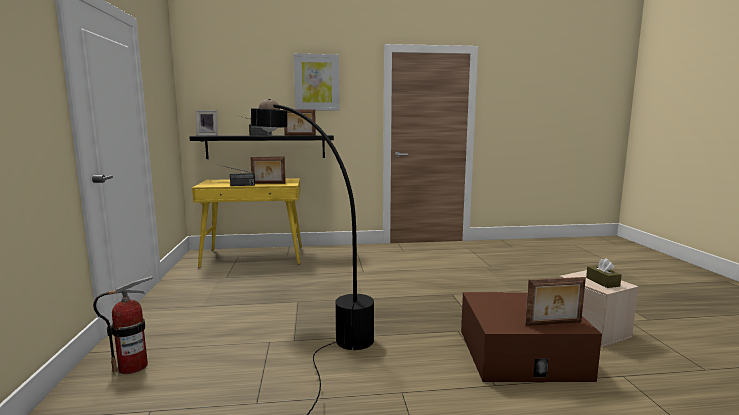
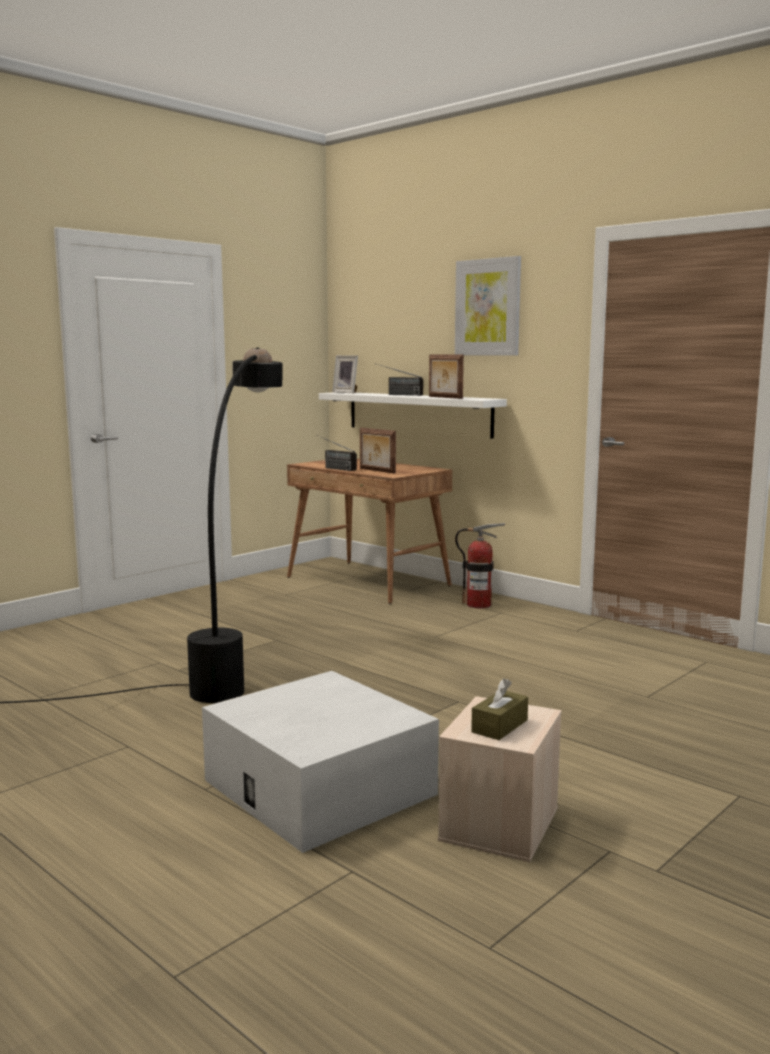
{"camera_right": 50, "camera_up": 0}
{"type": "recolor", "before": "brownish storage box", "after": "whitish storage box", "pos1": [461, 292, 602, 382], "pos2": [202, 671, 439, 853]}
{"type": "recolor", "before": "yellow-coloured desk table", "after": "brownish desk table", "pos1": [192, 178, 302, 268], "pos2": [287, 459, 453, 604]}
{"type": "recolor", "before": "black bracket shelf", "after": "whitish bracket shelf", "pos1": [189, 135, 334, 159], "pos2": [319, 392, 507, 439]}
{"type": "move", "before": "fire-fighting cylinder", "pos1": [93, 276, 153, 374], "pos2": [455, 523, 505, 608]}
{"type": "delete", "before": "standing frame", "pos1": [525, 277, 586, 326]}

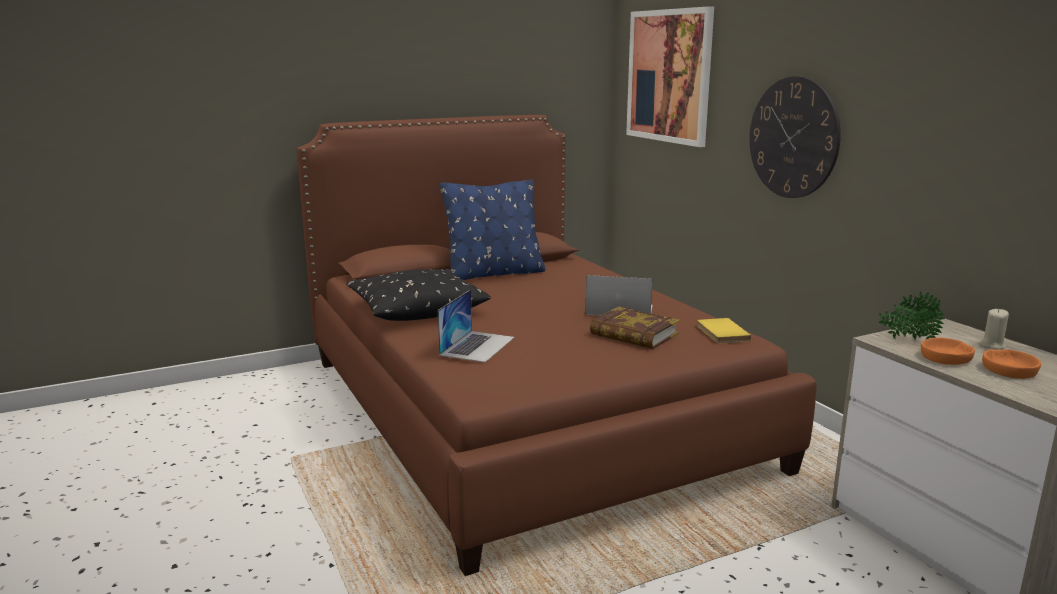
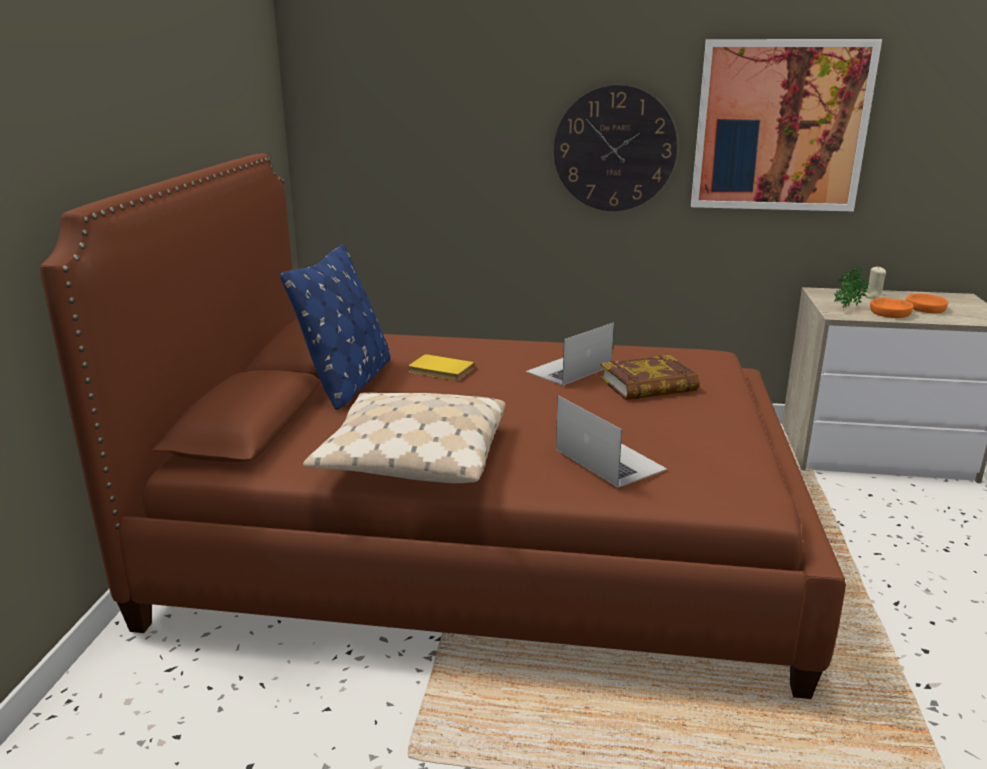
{"camera_right": -55, "camera_up": 5}
{"type": "recolor", "before": "black pillow", "after": "beige-coloured pillow", "pos1": [346, 269, 491, 321], "pos2": [303, 393, 505, 483]}
{"type": "move", "before": "yellow-coloured book", "pos1": [697, 318, 751, 344], "pos2": [408, 354, 475, 381]}
{"type": "move", "before": "wall art", "pos1": [626, 6, 714, 147], "pos2": [691, 39, 882, 212]}

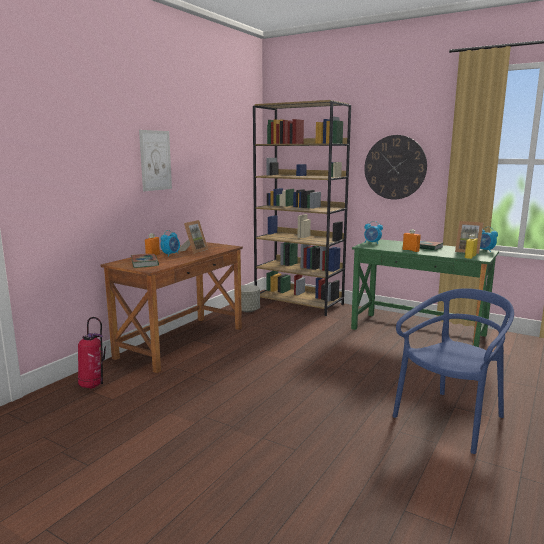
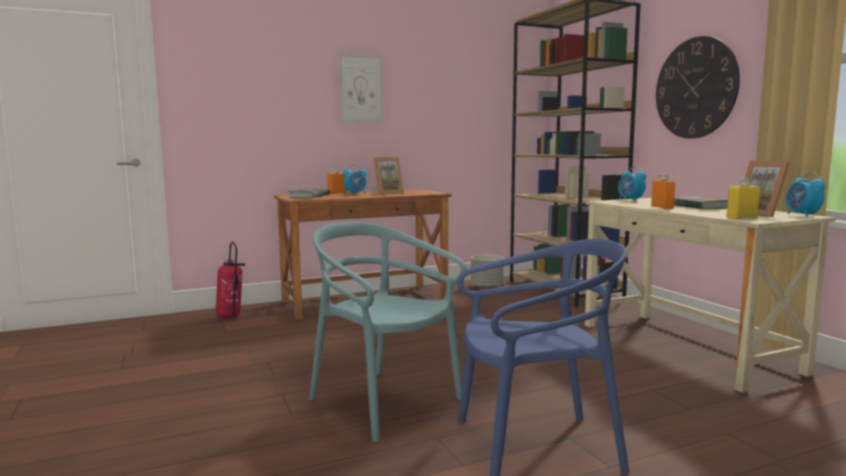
{"camera_right": 35, "camera_up": -5}
{"type": "insert", "after": "turquoise-coloured plain chair", "pos2": [309, 222, 467, 442]}
{"type": "recolor", "before": "green desk table", "after": "beige-coloured desk table", "pos1": [351, 239, 499, 347], "pos2": [585, 198, 836, 393]}

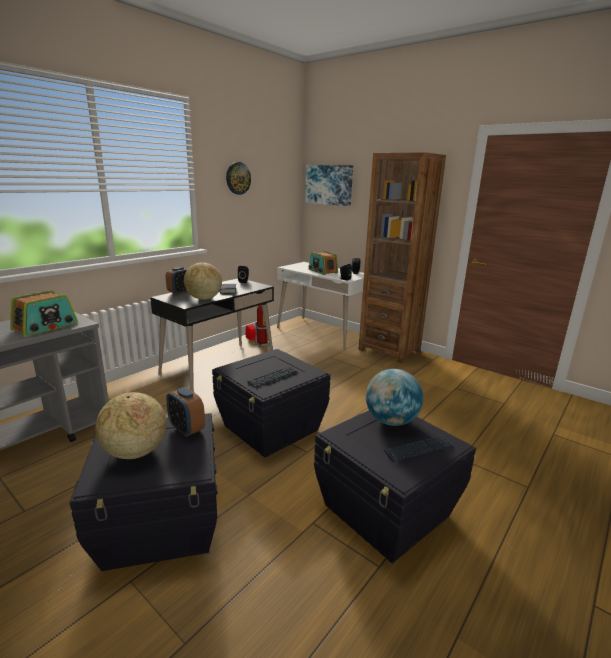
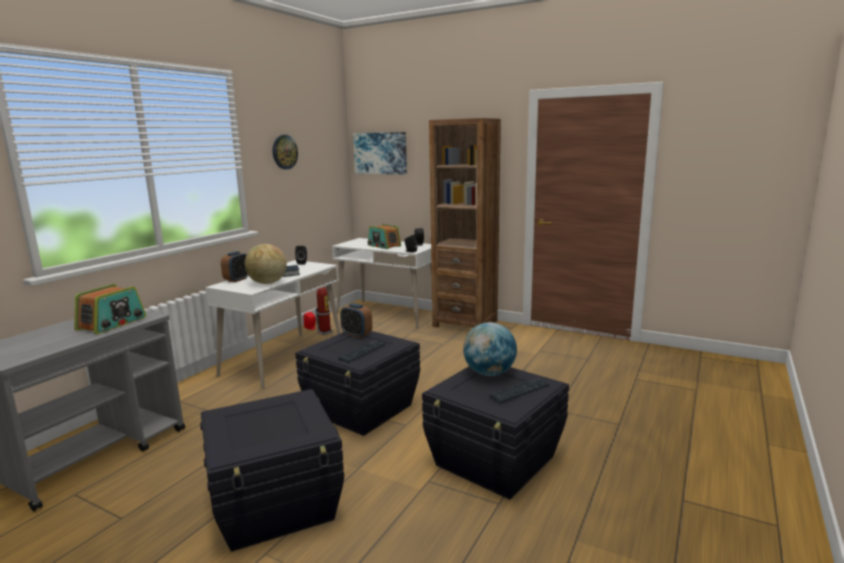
{"camera_right": -10, "camera_up": -5}
{"type": "recolor", "before": "black desk table", "after": "whitish desk table", "pos1": [150, 279, 274, 392], "pos2": [205, 260, 341, 389]}
{"type": "move", "before": "table clock", "pos1": [166, 387, 205, 437], "pos2": [340, 303, 372, 338]}
{"type": "delete", "before": "globe", "pos1": [95, 392, 166, 459]}

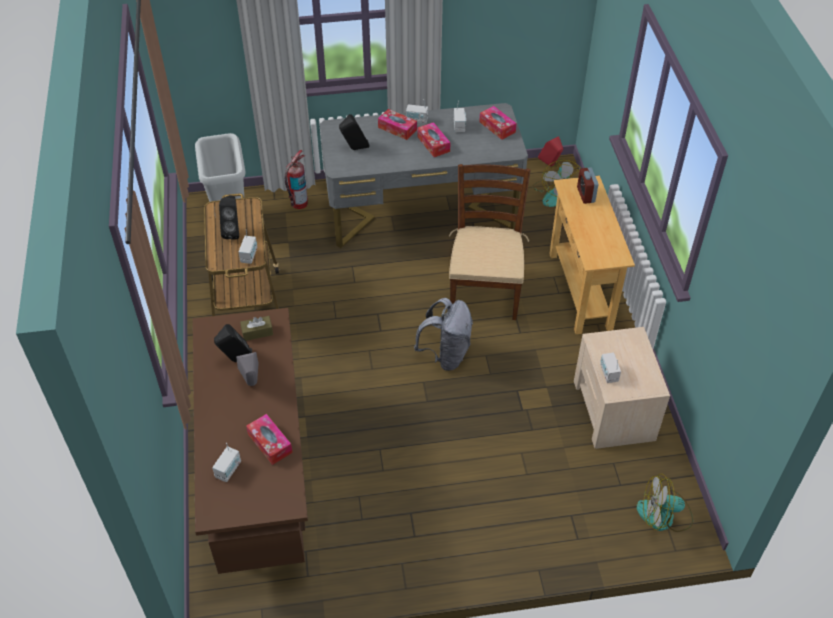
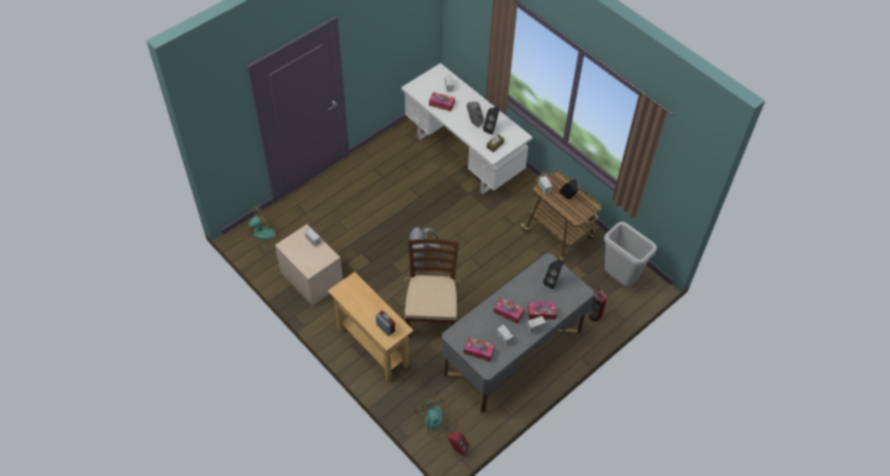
{"camera_right": 145, "camera_up": 5}
{"type": "recolor", "before": "brownish desk table", "after": "whitish desk table", "pos1": [193, 308, 308, 574], "pos2": [401, 63, 533, 194]}
{"type": "rotate", "before": "brownish plain chair", "pos1": [449, 164, 531, 320], "pos2": [404, 239, 461, 337], "turn": -150}

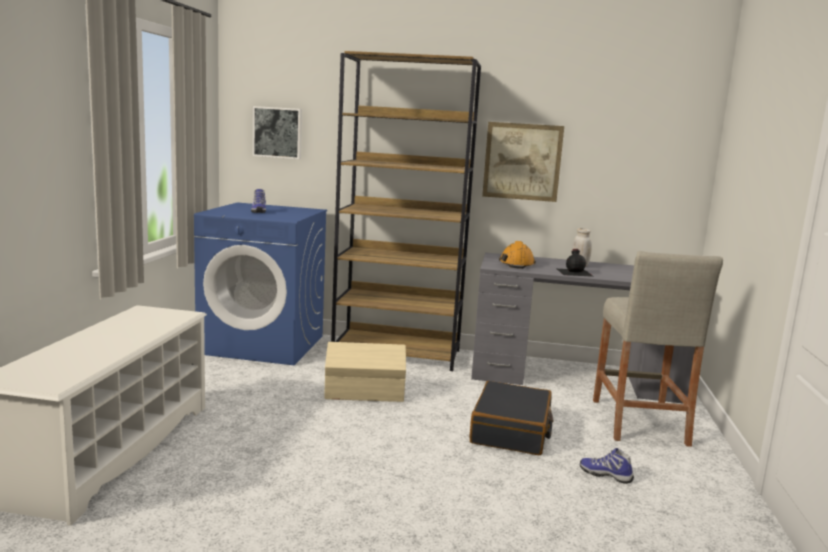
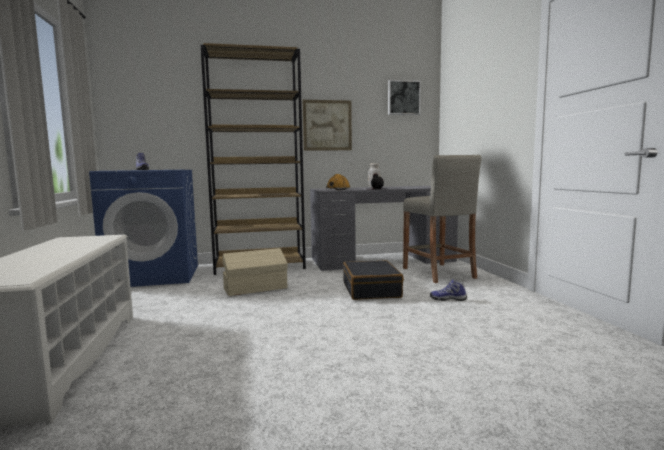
{"camera_right": -20, "camera_up": -5}
{"type": "move", "before": "wall art", "pos1": [253, 106, 302, 159], "pos2": [388, 80, 421, 115]}

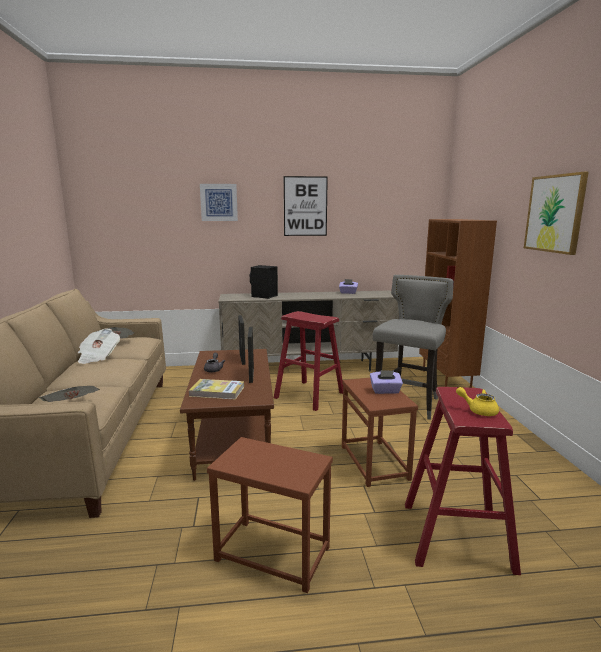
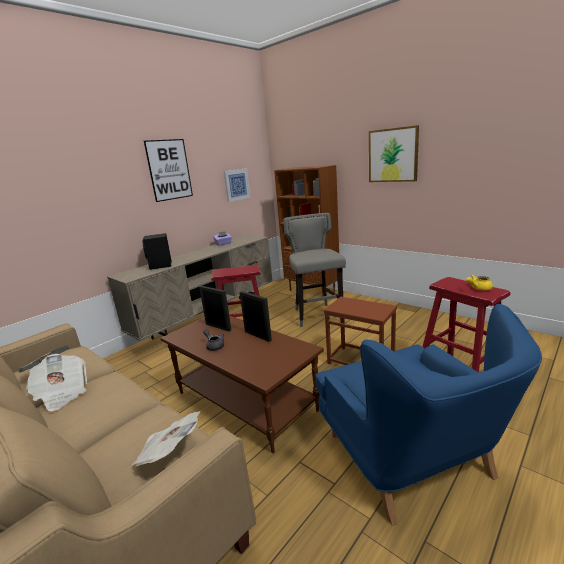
{"camera_right": -40, "camera_up": 5}
{"type": "move", "before": "wall art", "pos1": [200, 184, 238, 221], "pos2": [224, 168, 251, 202]}
{"type": "replace", "before": "brownish accent table", "after": "blue lounge chair", "pos1": [207, 437, 333, 593], "pos2": [315, 304, 542, 526]}
{"type": "delete", "before": "book", "pos1": [188, 379, 244, 400]}
{"type": "delete", "before": "purple tissue box", "pos1": [370, 370, 403, 394]}

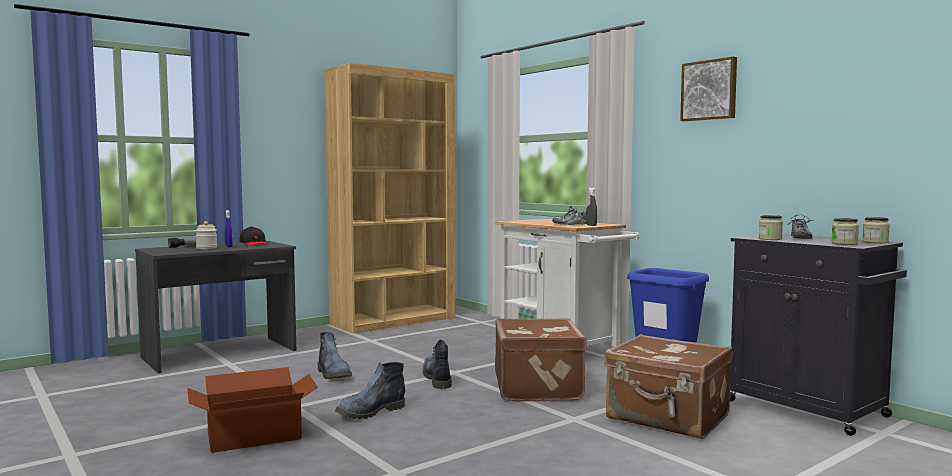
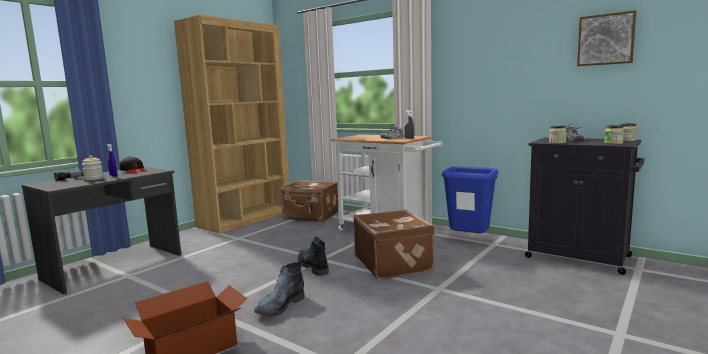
{"camera_right": -15, "camera_up": 5}
{"type": "move", "before": "brownish piece of luggage", "pos1": [604, 334, 733, 439], "pos2": [280, 180, 339, 222]}
{"type": "move", "before": "wall art", "pos1": [680, 57, 737, 121], "pos2": [577, 10, 636, 66]}
{"type": "delete", "before": "tall boot", "pos1": [318, 332, 352, 379]}

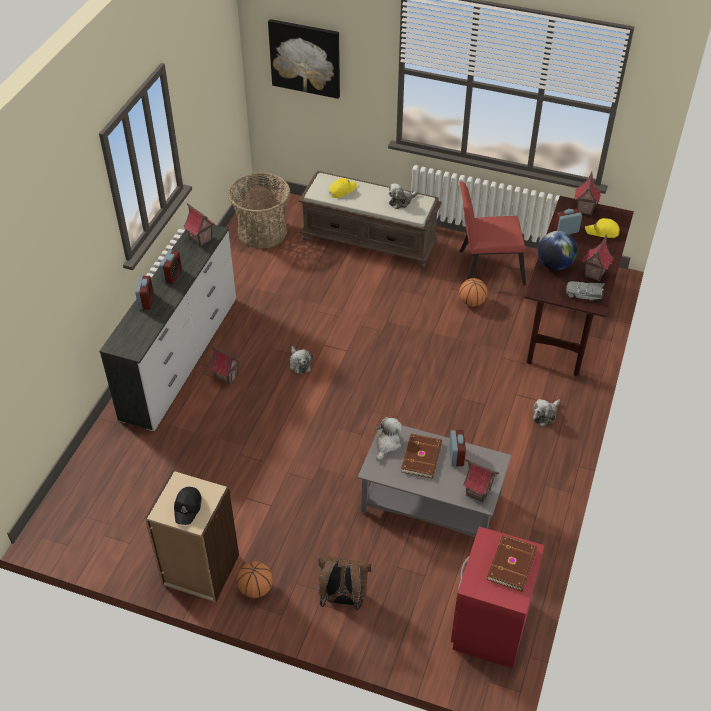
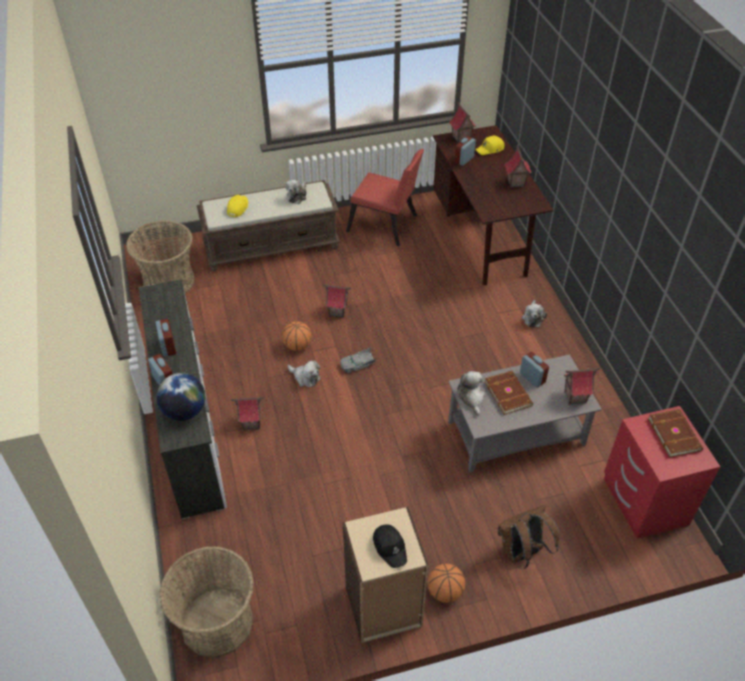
{"camera_right": -35, "camera_up": 0}
{"type": "move", "before": "globe", "pos1": [538, 231, 578, 270], "pos2": [157, 373, 205, 421]}
{"type": "insert", "after": "household basket", "pos2": [159, 546, 254, 658]}
{"type": "move", "before": "ball for basketball", "pos1": [459, 278, 488, 307], "pos2": [282, 321, 312, 351]}
{"type": "move", "before": "model house", "pos1": [183, 203, 215, 247], "pos2": [322, 284, 351, 318]}
{"type": "move", "before": "gray model car", "pos1": [566, 281, 605, 301], "pos2": [340, 348, 377, 373]}
{"type": "rotate", "before": "reddish plain chair", "pos1": [459, 182, 526, 285], "pos2": [346, 149, 424, 246], "turn": -120}
{"type": "delete", "before": "wall art", "pos1": [268, 19, 340, 99]}

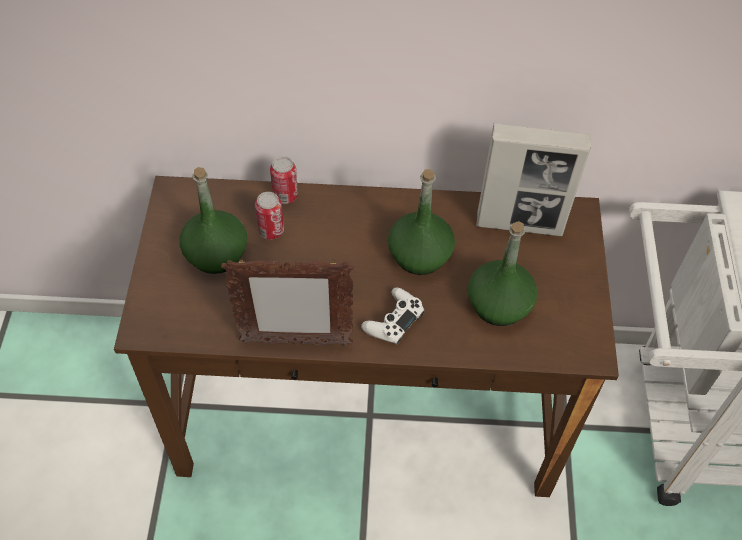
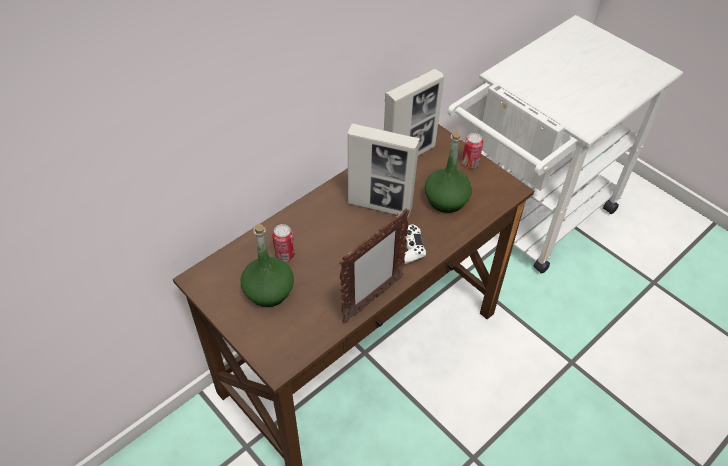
{"camera_right": -45, "camera_up": -5}
{"type": "replace", "before": "green drink bottle", "after": "standing frame", "pos1": [388, 169, 455, 275], "pos2": [348, 123, 420, 218]}
{"type": "move", "before": "sealed can", "pos1": [270, 156, 298, 204], "pos2": [462, 133, 483, 168]}

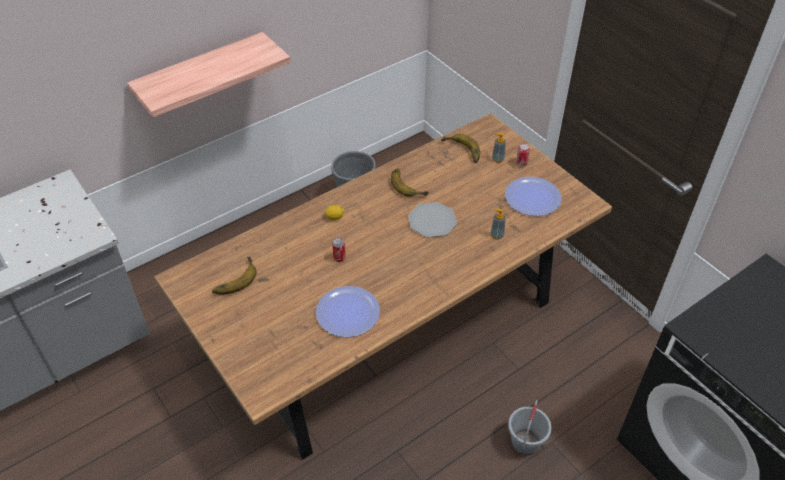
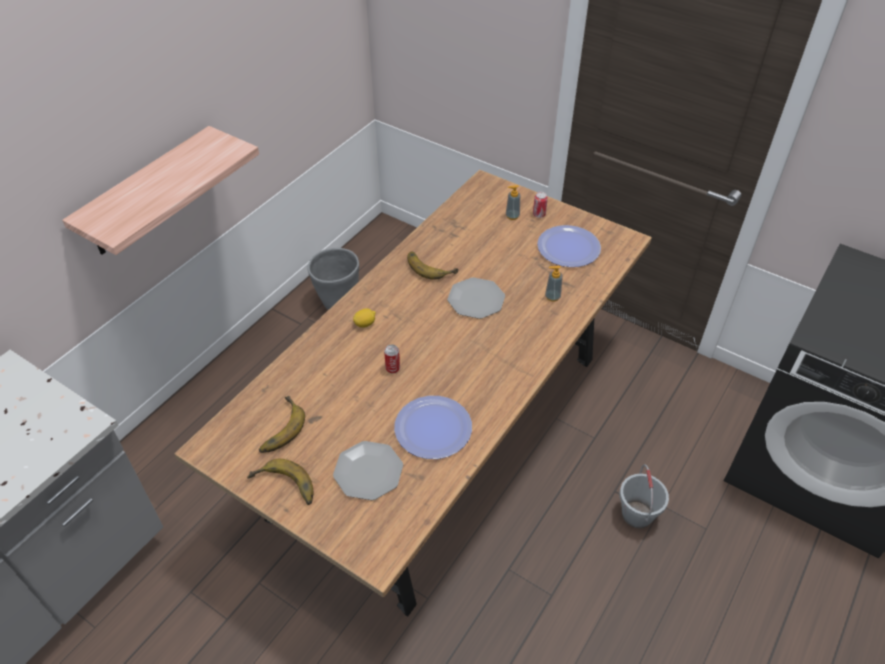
{"camera_right": -20, "camera_up": 0}
{"type": "move", "before": "banana fruit", "pos1": [441, 134, 480, 163], "pos2": [247, 459, 313, 505]}
{"type": "insert", "after": "flat dish", "pos2": [333, 441, 403, 500]}

